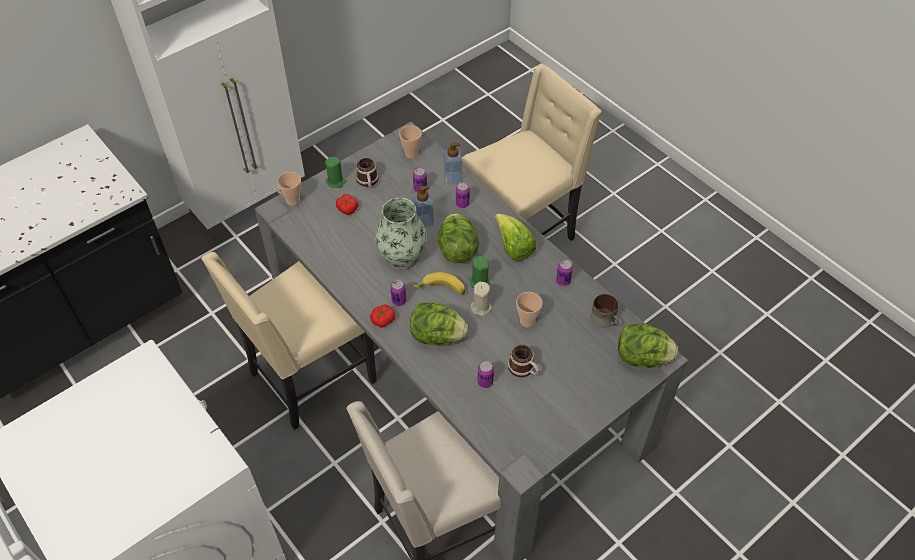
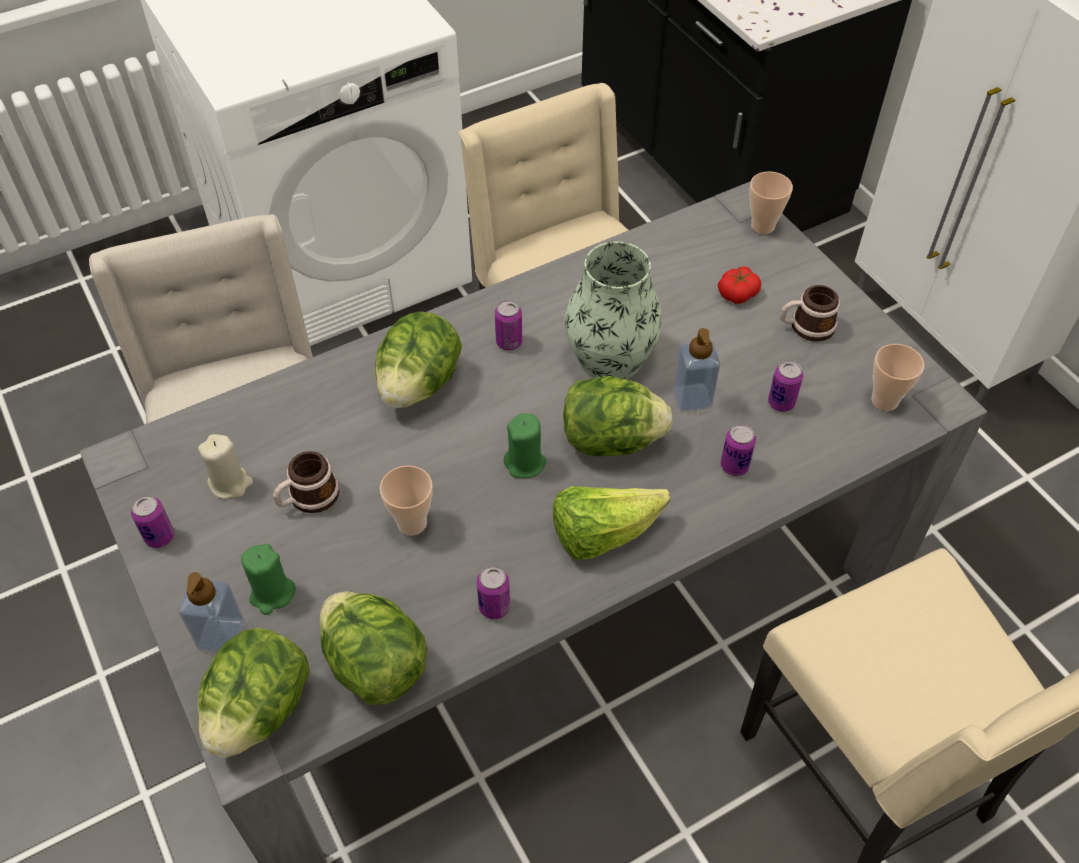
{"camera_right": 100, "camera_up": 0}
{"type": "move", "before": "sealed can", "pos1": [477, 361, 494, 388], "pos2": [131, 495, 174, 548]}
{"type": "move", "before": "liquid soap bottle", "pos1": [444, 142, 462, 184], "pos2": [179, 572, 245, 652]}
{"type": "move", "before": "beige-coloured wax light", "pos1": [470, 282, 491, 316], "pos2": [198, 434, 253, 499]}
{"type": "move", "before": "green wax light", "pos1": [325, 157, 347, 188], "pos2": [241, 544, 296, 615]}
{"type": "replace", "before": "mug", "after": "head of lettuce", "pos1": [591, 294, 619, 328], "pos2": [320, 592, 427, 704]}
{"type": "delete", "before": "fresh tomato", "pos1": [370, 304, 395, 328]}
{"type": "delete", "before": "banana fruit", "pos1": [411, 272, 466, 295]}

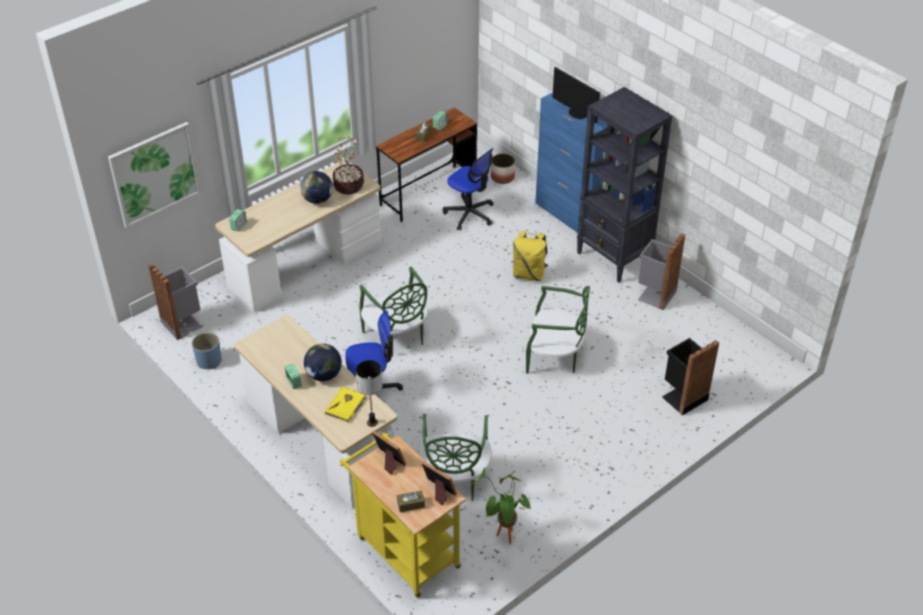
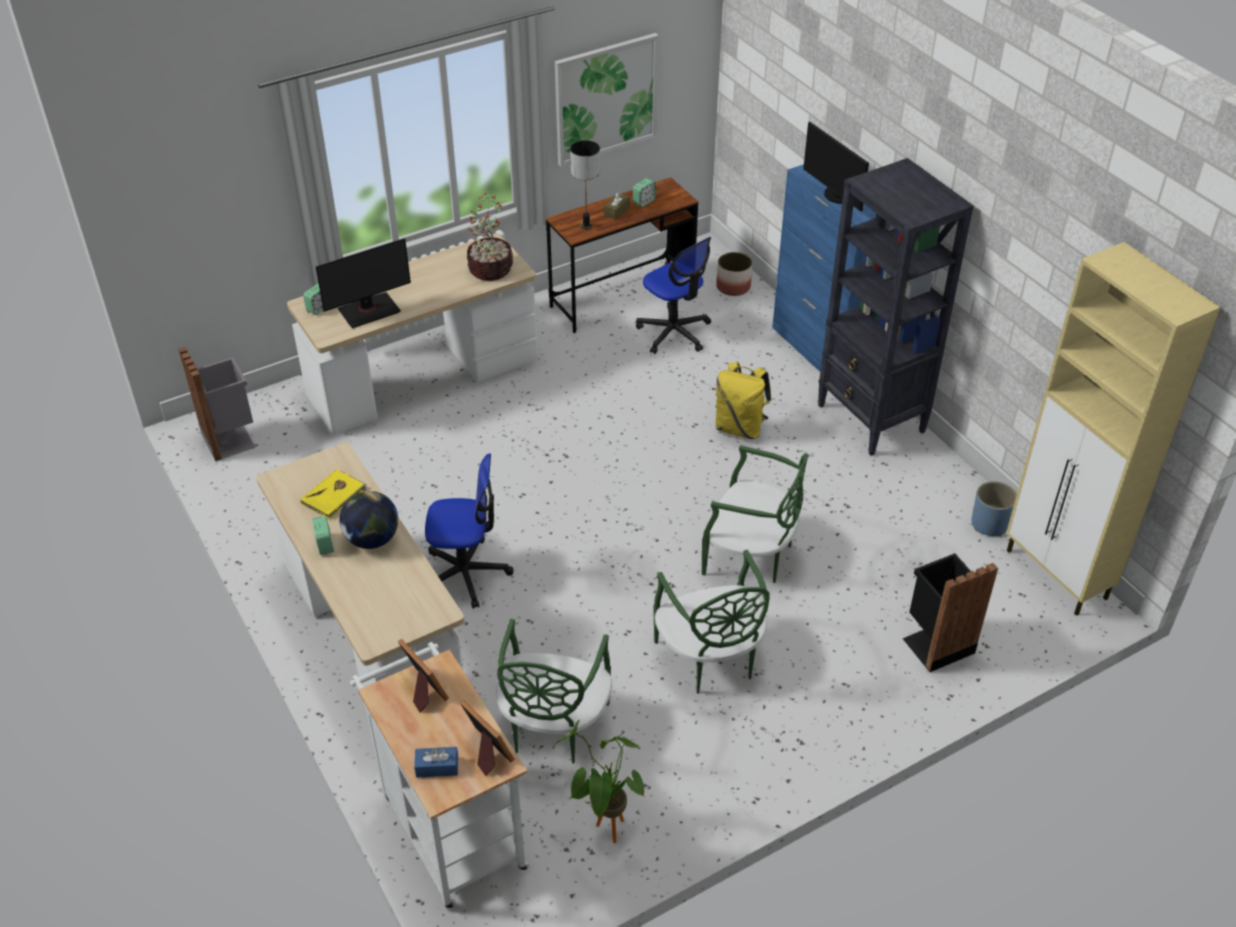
{"camera_right": 10, "camera_up": 0}
{"type": "move", "before": "yellow-coloured book", "pos1": [325, 387, 367, 422], "pos2": [300, 469, 368, 520]}
{"type": "insert", "after": "computer screen", "pos2": [316, 238, 411, 328]}
{"type": "recolor", "before": "yellow-coloured wheeled cart", "after": "whitish wheeled cart", "pos1": [339, 433, 466, 598], "pos2": [350, 642, 529, 910]}
{"type": "recolor", "before": "brownish tissue box", "after": "blue tissue box", "pos1": [397, 490, 425, 512], "pos2": [414, 747, 458, 778]}
{"type": "move", "before": "wall art", "pos1": [108, 122, 201, 229], "pos2": [555, 33, 659, 167]}
{"type": "move", "before": "table lamp", "pos1": [356, 360, 383, 427], "pos2": [570, 140, 600, 230]}
{"type": "move", "before": "green plain chair", "pos1": [359, 267, 428, 357], "pos2": [653, 550, 769, 694]}
{"type": "move", "before": "blue plant pot", "pos1": [192, 332, 222, 369], "pos2": [971, 481, 1017, 536]}
{"type": "insert", "after": "beige-coloured cupboard", "pos2": [1006, 242, 1221, 616]}
{"type": "delete", "before": "globe", "pos1": [300, 171, 333, 204]}
{"type": "delete", "before": "gray trash can", "pos1": [638, 233, 685, 310]}

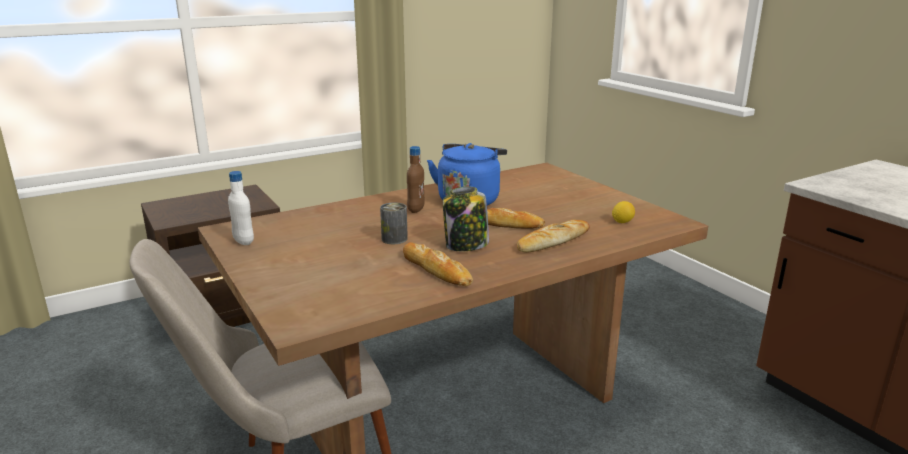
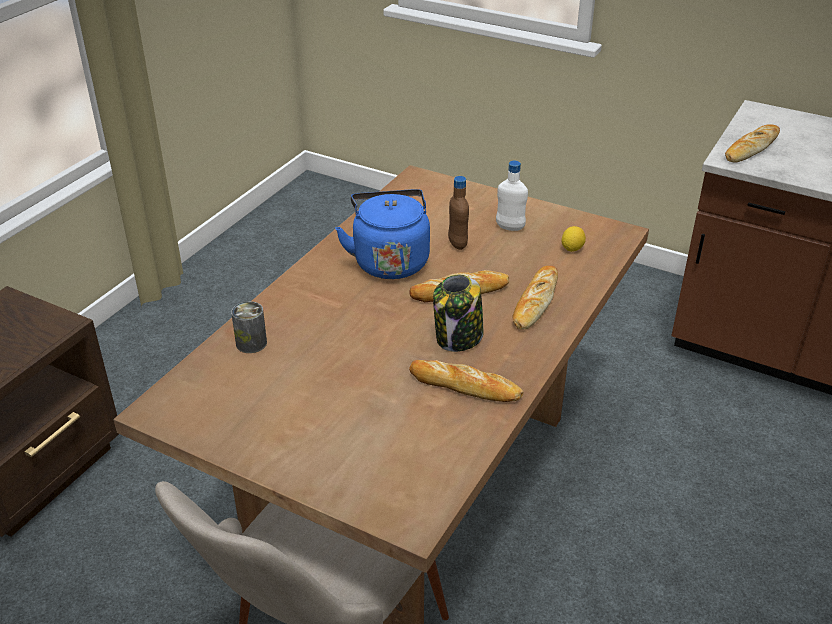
{"camera_right": -30, "camera_up": 15}
{"type": "move", "before": "sealed can", "pos1": [380, 202, 408, 244], "pos2": [231, 301, 267, 353]}
{"type": "move", "before": "brownish drink bottle", "pos1": [407, 146, 425, 213], "pos2": [448, 176, 469, 250]}
{"type": "move", "before": "whitish drink bottle", "pos1": [228, 171, 254, 245], "pos2": [496, 161, 528, 231]}
{"type": "insert", "after": "baked bread", "pos2": [725, 124, 780, 163]}

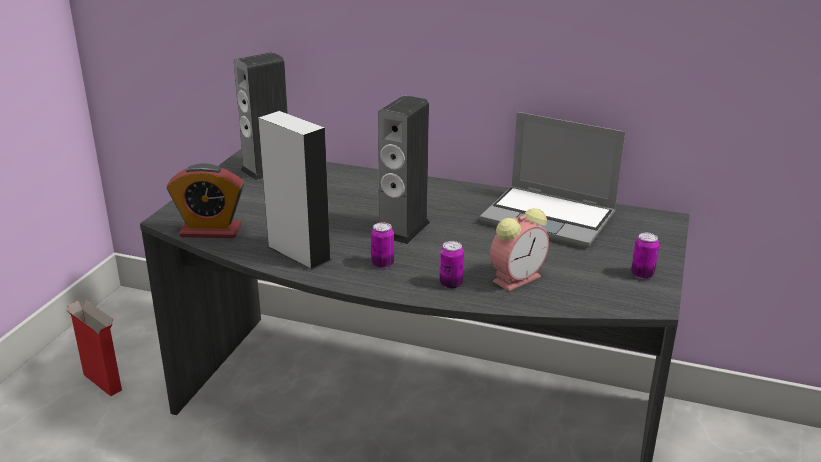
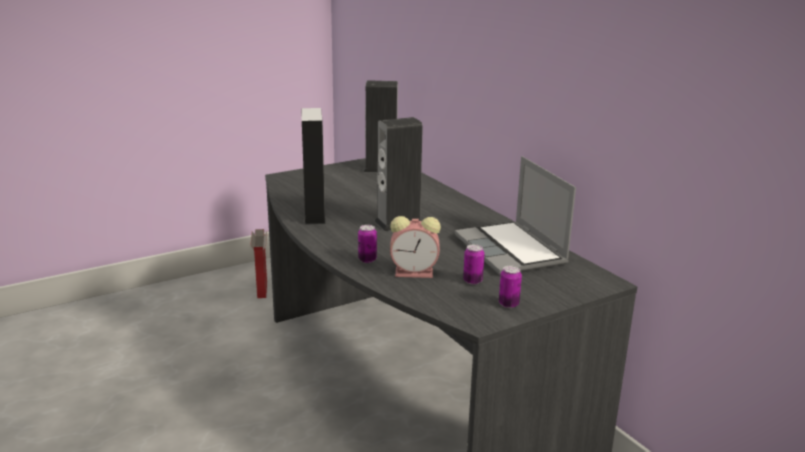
{"camera_right": 40, "camera_up": -5}
{"type": "move", "before": "sealed can", "pos1": [371, 223, 394, 268], "pos2": [463, 244, 484, 285]}
{"type": "delete", "before": "table clock", "pos1": [167, 163, 244, 238]}

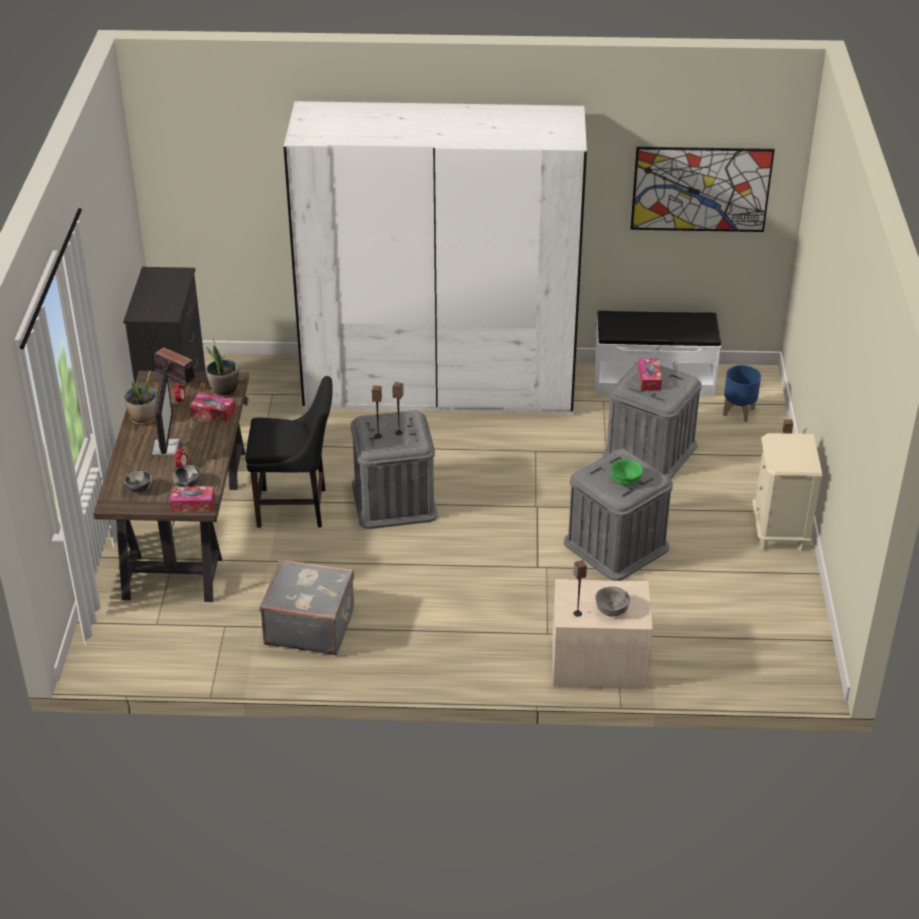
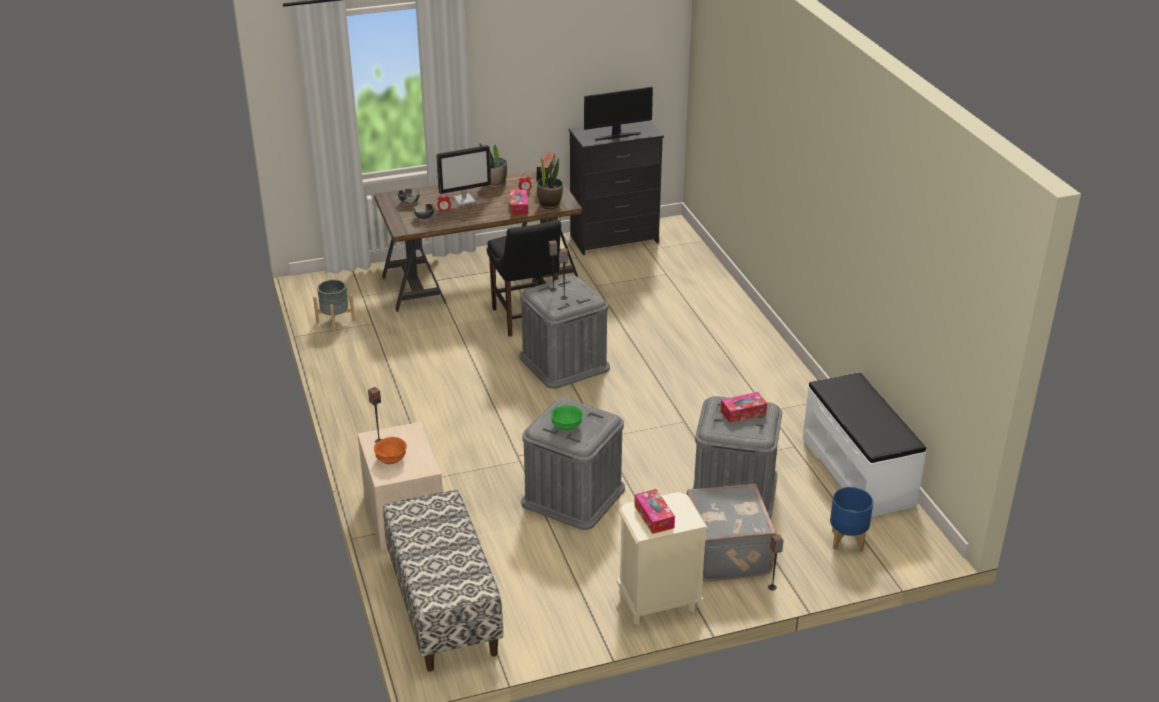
{"camera_right": 70, "camera_up": -5}
{"type": "insert", "after": "gray plant pot", "pos2": [313, 279, 355, 332]}
{"type": "recolor", "before": "gray deep dish", "after": "orange-coloured deep dish", "pos1": [595, 587, 630, 617], "pos2": [374, 437, 407, 464]}
{"type": "insert", "after": "indoor bench", "pos2": [383, 490, 503, 672]}
{"type": "insert", "after": "computer screen", "pos2": [584, 87, 653, 141]}
{"type": "move", "before": "tissue box", "pos1": [169, 486, 215, 512], "pos2": [634, 489, 675, 534]}
{"type": "move", "before": "gray piece of luggage", "pos1": [259, 559, 354, 655], "pos2": [687, 483, 777, 582]}
{"type": "delete", "before": "whitish wardrobe", "pos1": [284, 101, 587, 415]}
{"type": "delete", "before": "wall art", "pos1": [630, 147, 775, 232]}

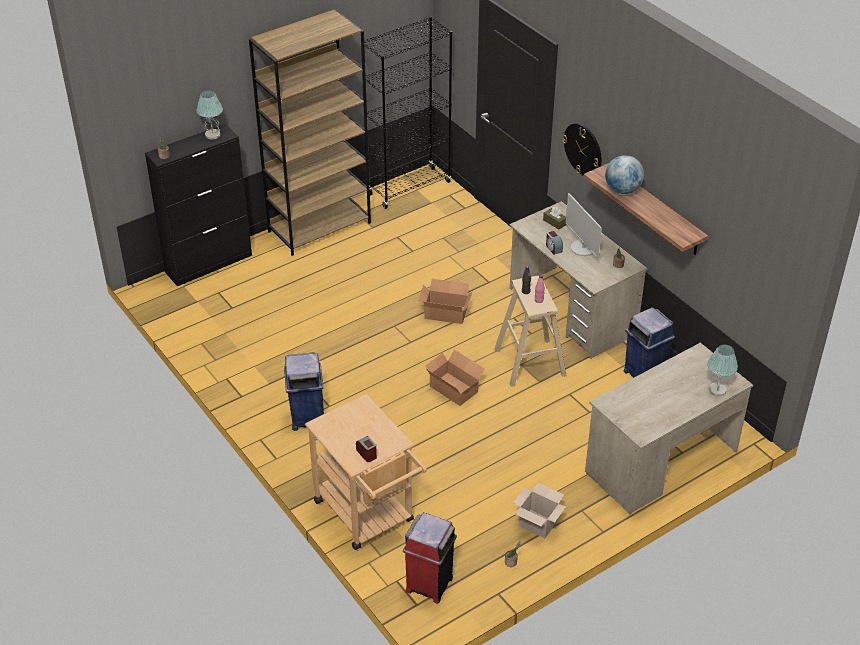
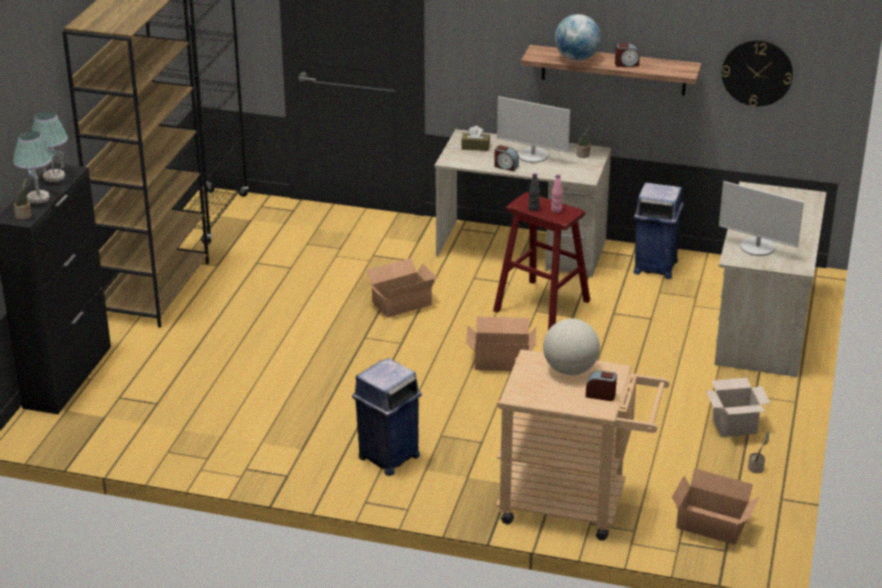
{"camera_right": -40, "camera_up": -10}
{"type": "move", "before": "table lamp", "pos1": [707, 344, 738, 396], "pos2": [13, 131, 52, 204]}
{"type": "recolor", "before": "beige-coloured stool seat", "after": "reddish stool seat", "pos1": [494, 276, 566, 387], "pos2": [493, 192, 590, 330]}
{"type": "insert", "after": "globe", "pos2": [543, 319, 600, 375]}
{"type": "insert", "after": "table clock", "pos2": [615, 44, 640, 67]}
{"type": "replace", "before": "reddish trash can", "after": "carton", "pos1": [403, 512, 457, 604], "pos2": [672, 468, 760, 545]}
{"type": "insert", "after": "computer screen", "pos2": [719, 181, 804, 256]}
{"type": "move", "before": "clock on the wall", "pos1": [562, 123, 602, 176], "pos2": [722, 40, 793, 107]}

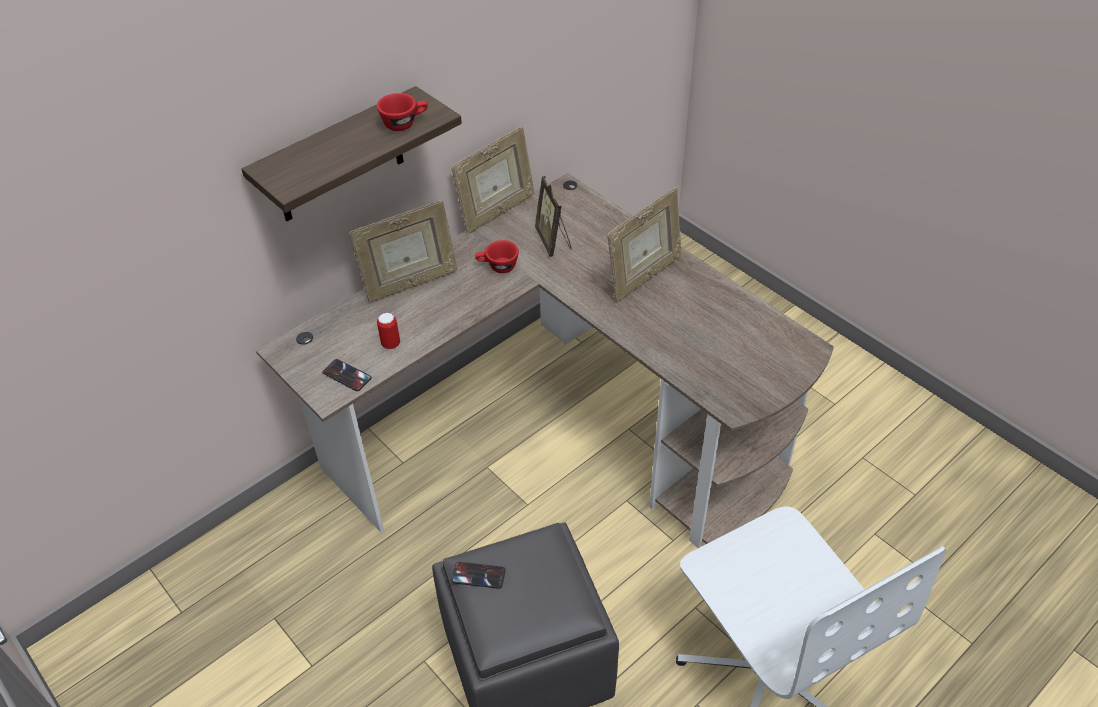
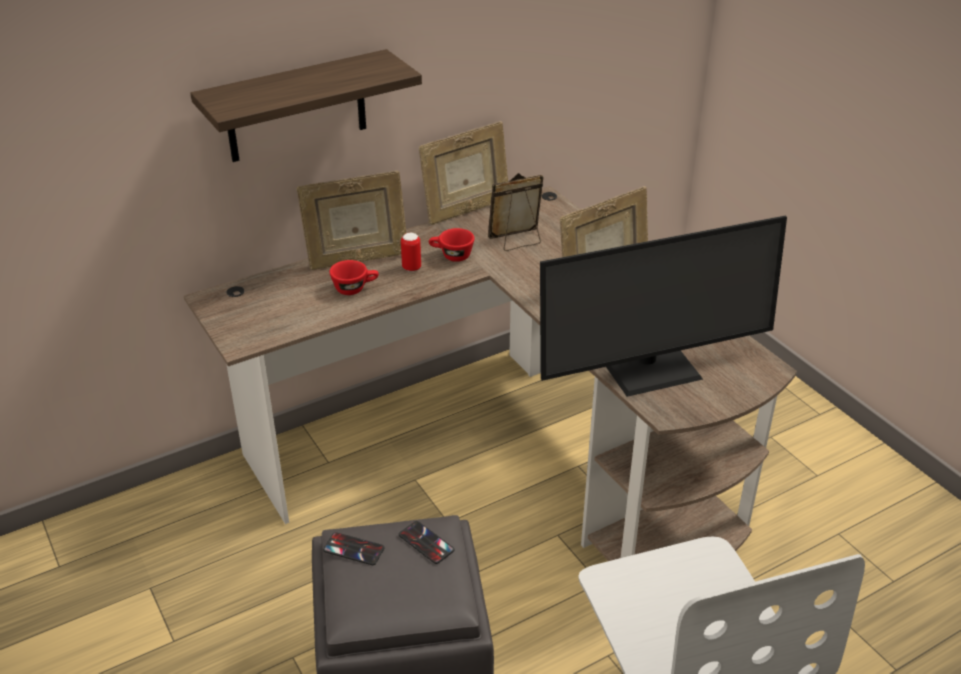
{"camera_right": 10, "camera_up": -10}
{"type": "move", "before": "reddish small cup", "pos1": [377, 93, 428, 131], "pos2": [329, 260, 379, 295]}
{"type": "move", "before": "phone", "pos1": [322, 359, 372, 391], "pos2": [399, 521, 454, 564]}
{"type": "move", "before": "sealed can", "pos1": [377, 313, 400, 349], "pos2": [401, 233, 421, 272]}
{"type": "rotate", "before": "standing frame", "pos1": [535, 176, 572, 257], "pos2": [488, 173, 544, 251], "turn": 75}
{"type": "insert", "after": "computer screen", "pos2": [540, 216, 787, 397]}

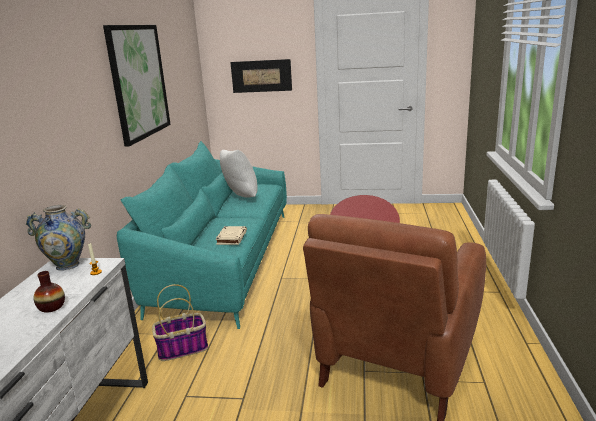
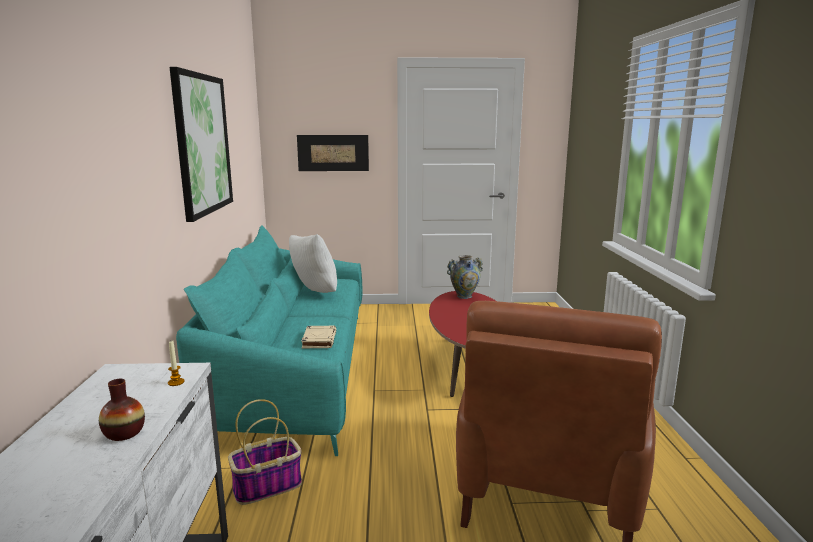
{"camera_right": -10, "camera_up": -5}
{"type": "move", "before": "flower vase", "pos1": [26, 205, 91, 271], "pos2": [447, 255, 483, 299]}

